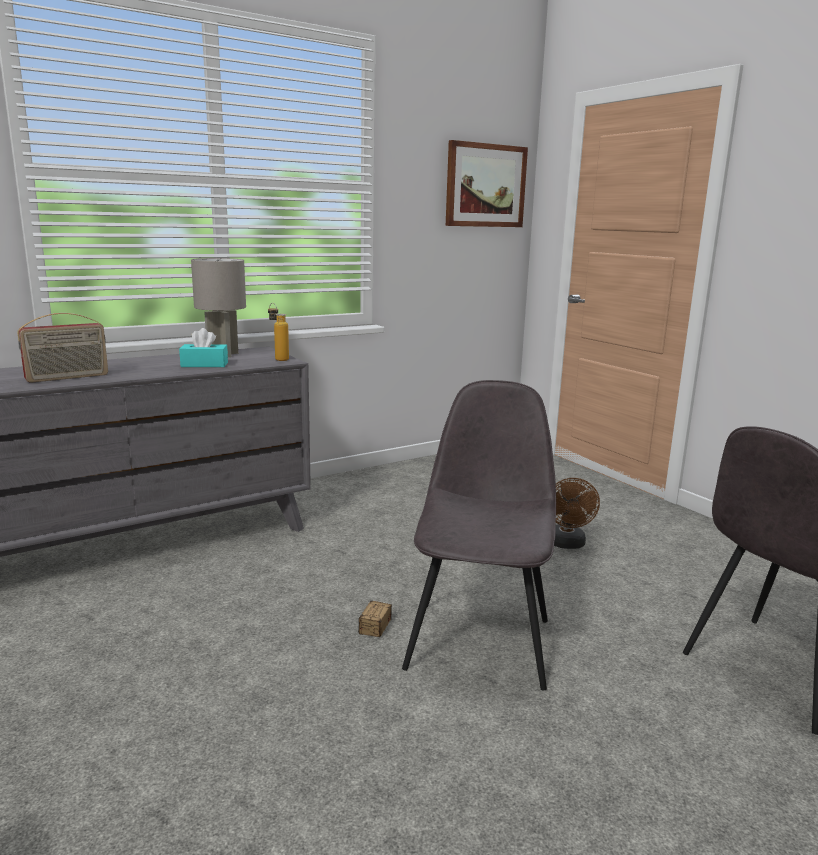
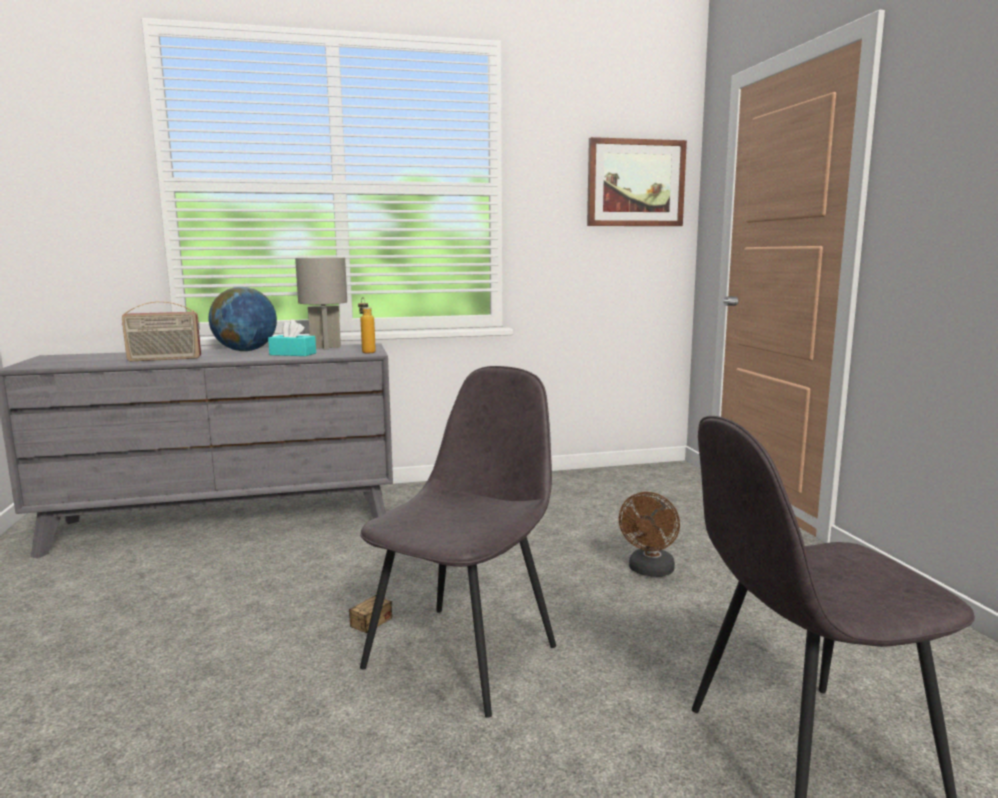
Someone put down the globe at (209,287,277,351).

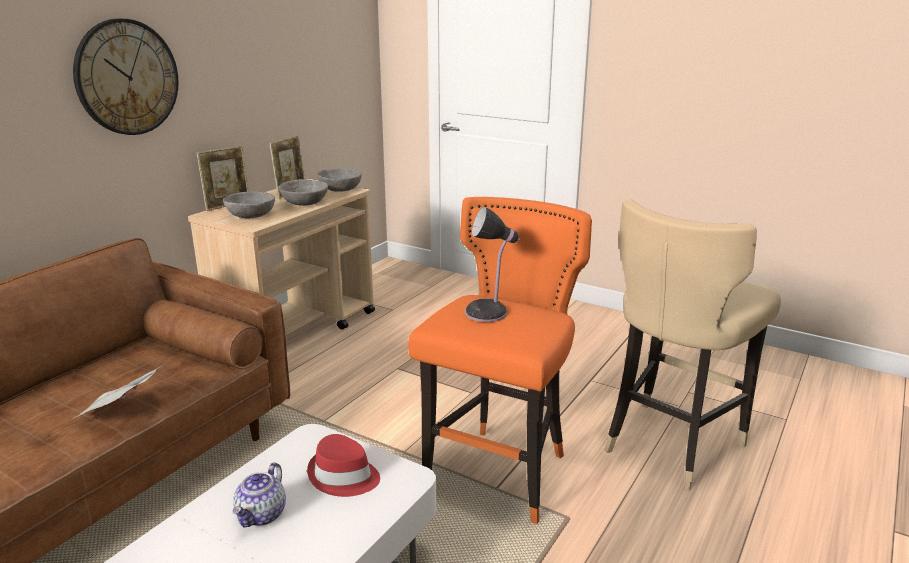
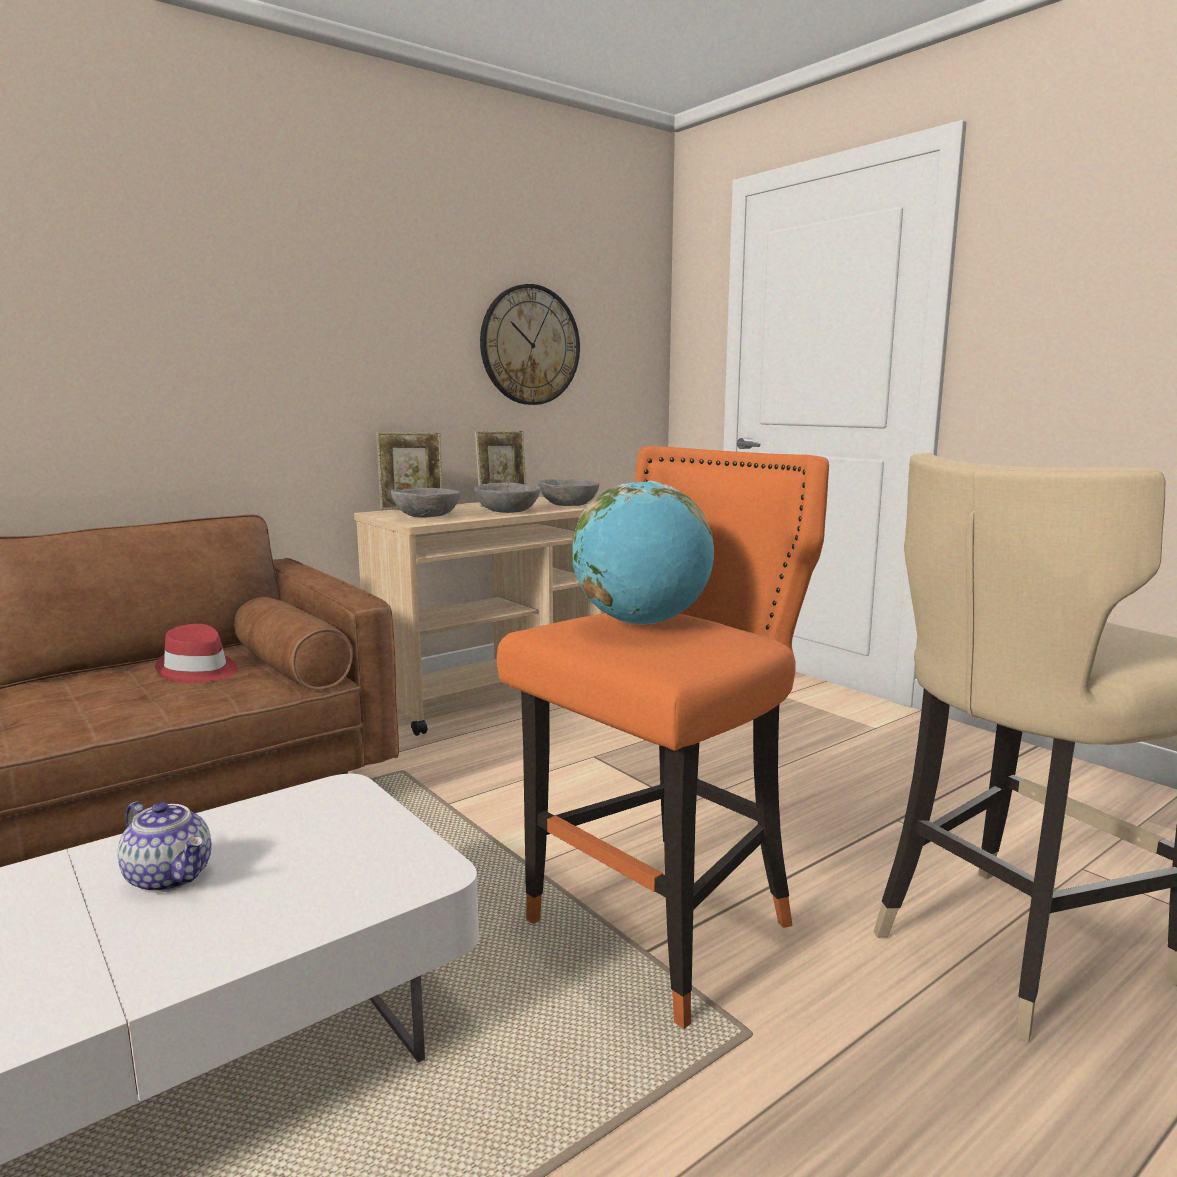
Someone took away the newspaper at (74,366,162,418).
Someone carried the clock on the wall from (73,18,179,135) to (480,284,580,405).
Someone carried the hat (red) from (307,434,380,497) to (155,624,238,683).
Someone swapped the tabletop lamp at (465,207,520,322) for the globe at (571,481,714,625).
Someone rotated the tea pot at (233,462,286,527) by 90 degrees counterclockwise.

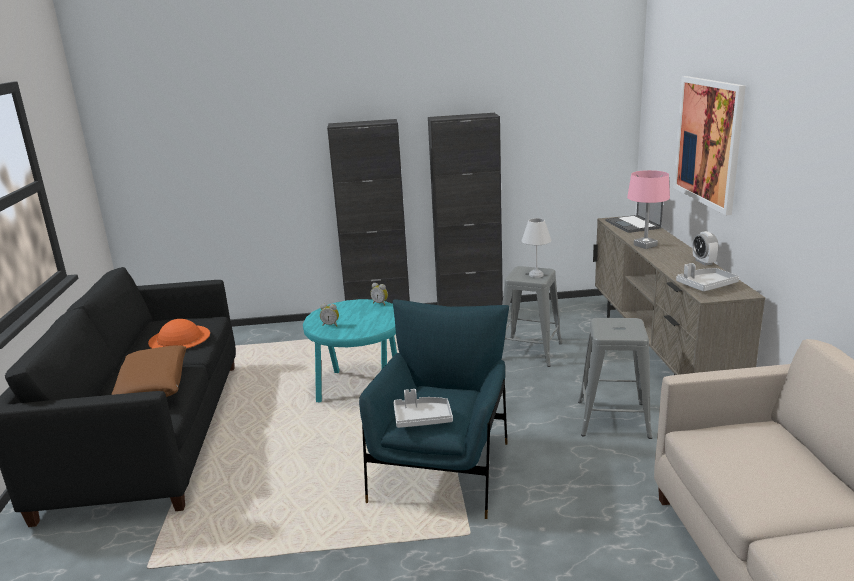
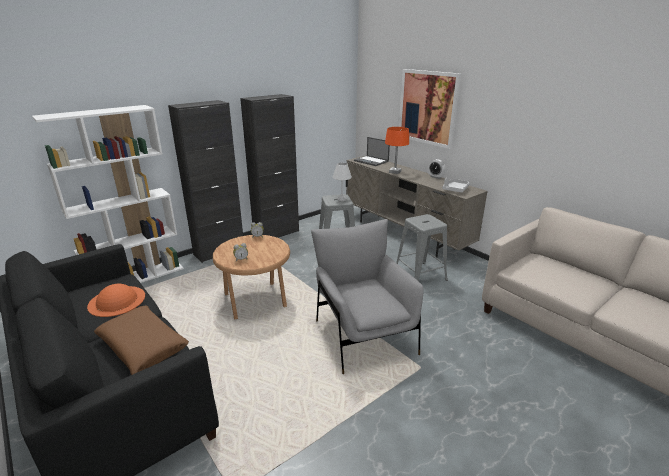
Someone took away the tray (grey) at (393,389,453,428).
Someone put down the bookcase (whitish) at (32,105,184,283).
Someone repainted the side table (turquoise) at (303,299,397,402), which became the side table (brown-coloured) at (213,235,290,319).
Someone repainted the easy chair (blue) at (359,299,509,519), which became the easy chair (grey) at (311,219,423,374).
Someone repainted the tabletop lamp (pinkish) at (627,170,670,249), which became the tabletop lamp (orangey) at (385,127,409,174).

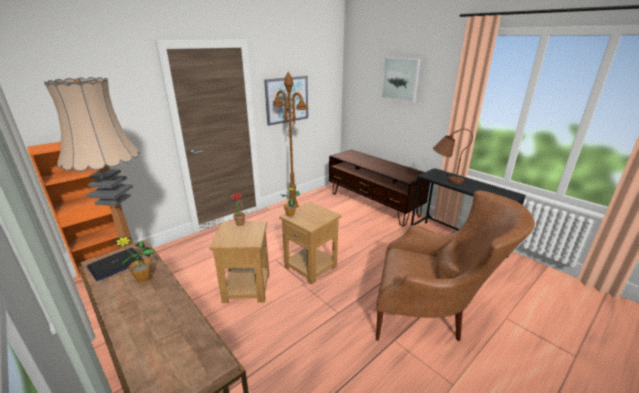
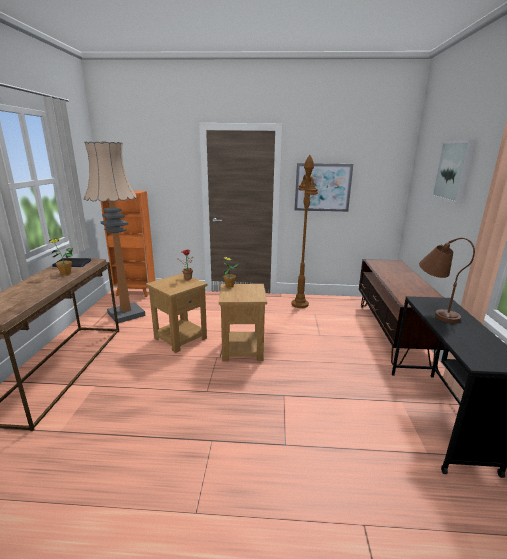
Someone took away the easy chair (brown-coloured) at (376,190,535,341).

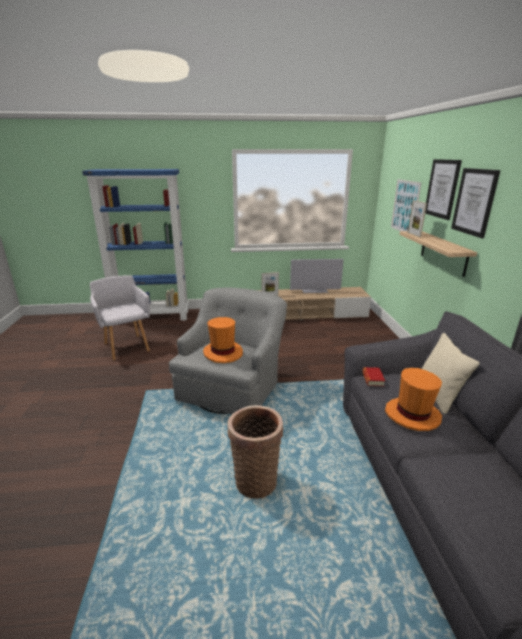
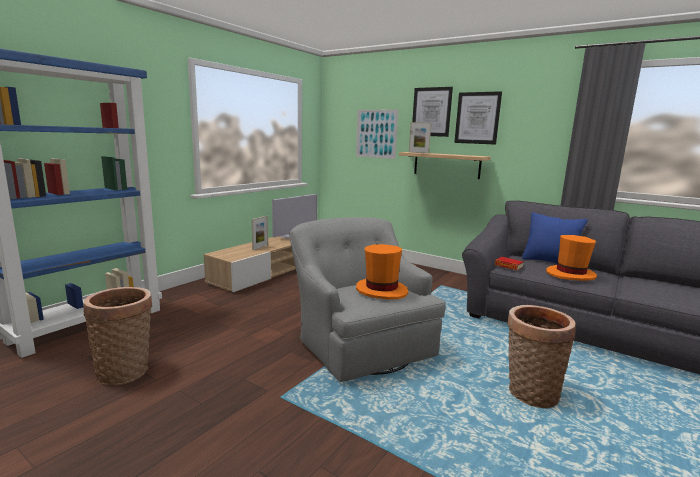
Someone swapped the easy chair (grey) at (90,275,150,361) for the basket at (83,287,152,386).
Someone repainted the pillow (sand-coloured) at (422,333,480,414), which became the pillow (blue) at (522,212,588,263).

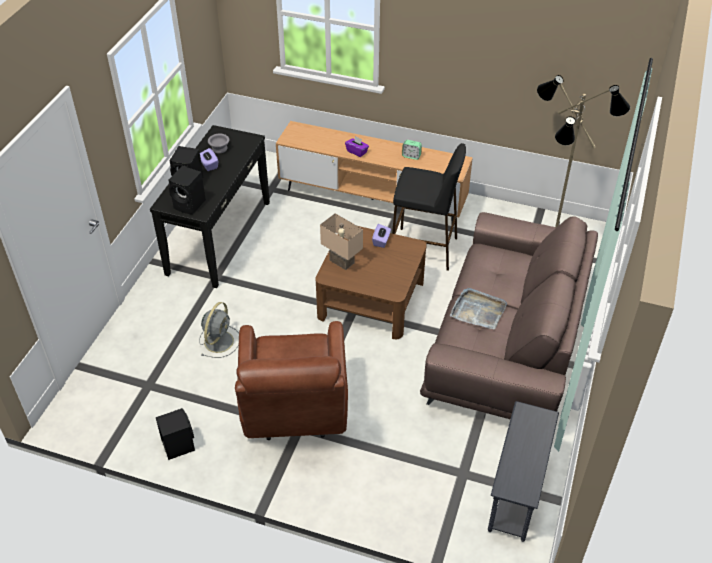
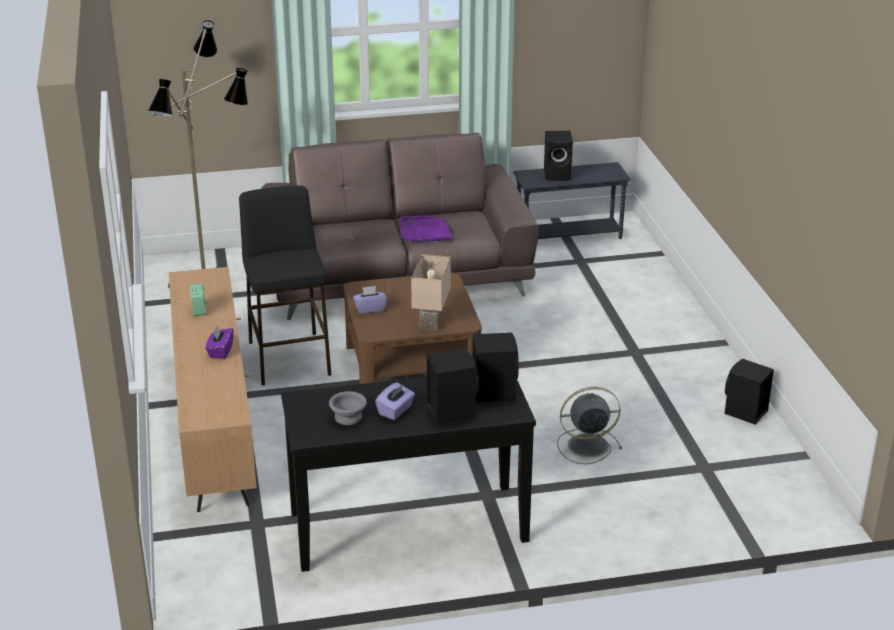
Someone took away the easy chair (brown-coloured) at (235,321,348,440).
Someone put down the speaker (black-coloured) at (544,131,573,181).
Someone repainted the tray (grey) at (450,288,507,329), which became the tray (purple) at (399,215,453,243).

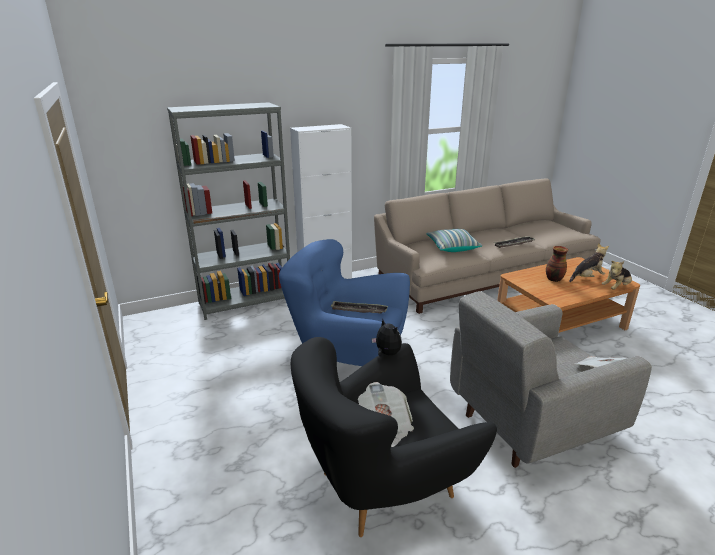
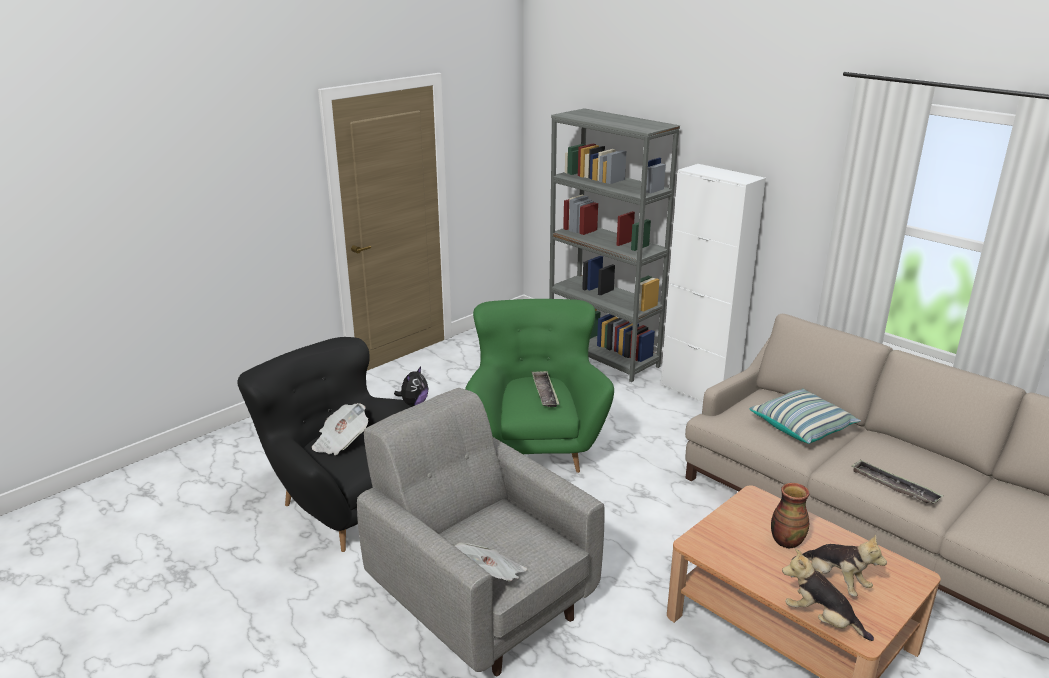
Someone repainted the easy chair (blue) at (279,239,410,366), which became the easy chair (green) at (465,299,614,473).

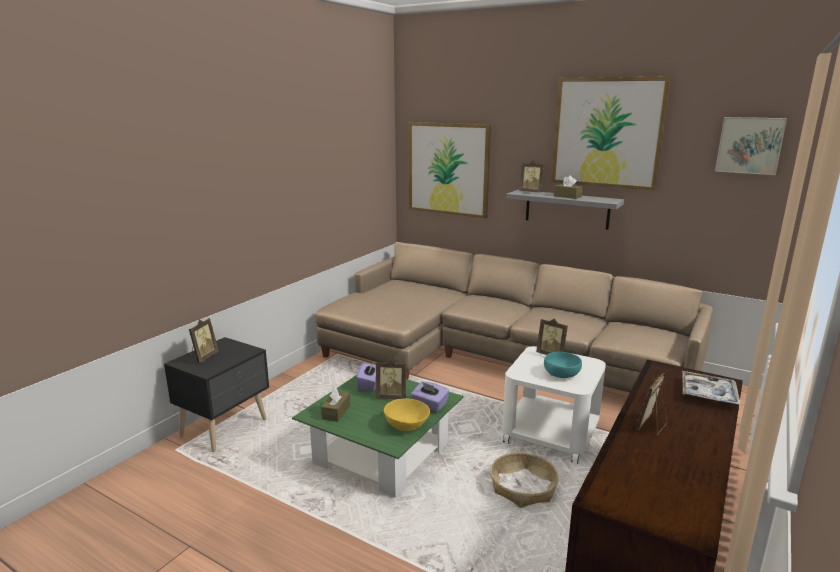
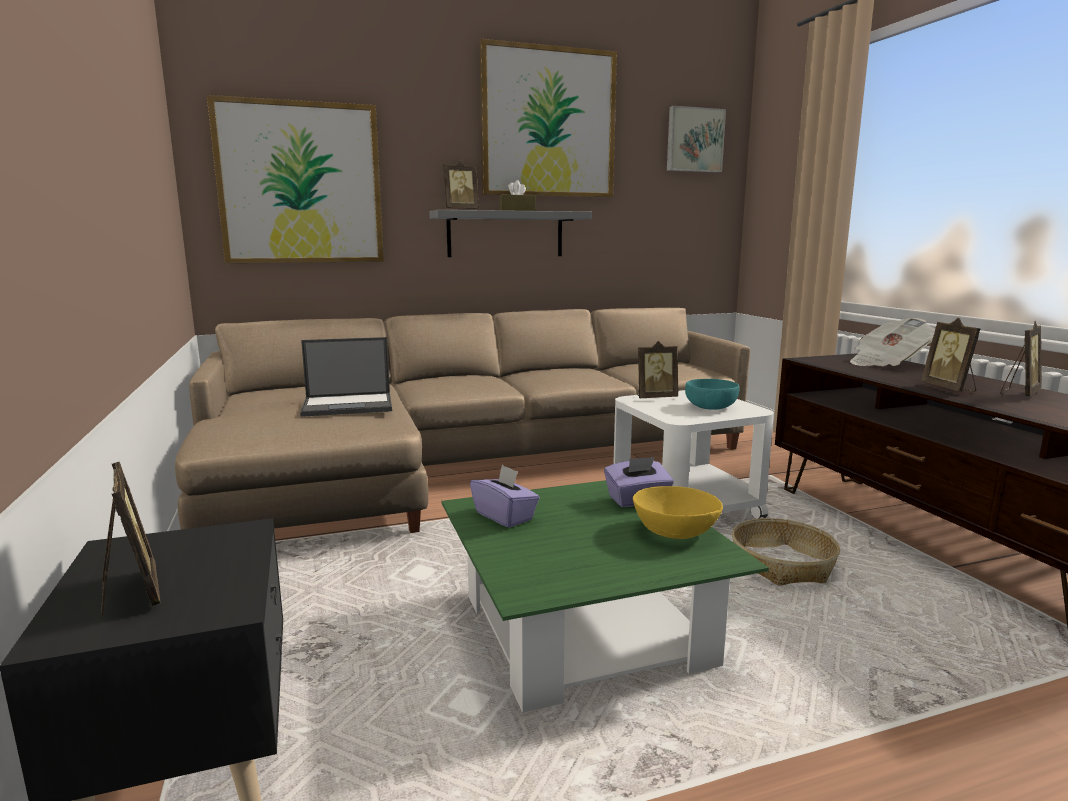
Someone took away the tissue box (brown-coloured) at (321,387,350,422).
Someone put down the portable computer at (300,337,392,417).
Someone carried the photo frame from (376,359,406,399) to (1000,321,1042,396).
Someone swapped the tray at (682,371,741,405) for the newspaper at (850,318,935,366).

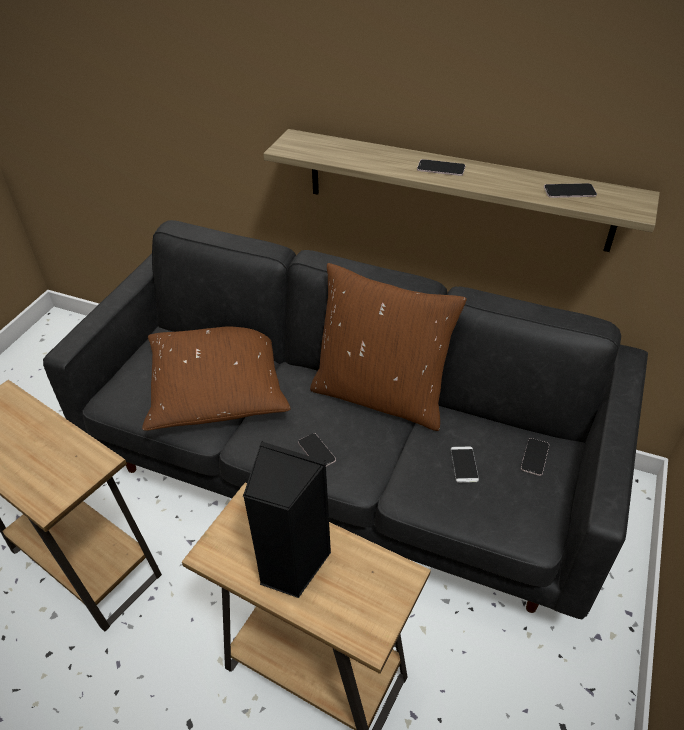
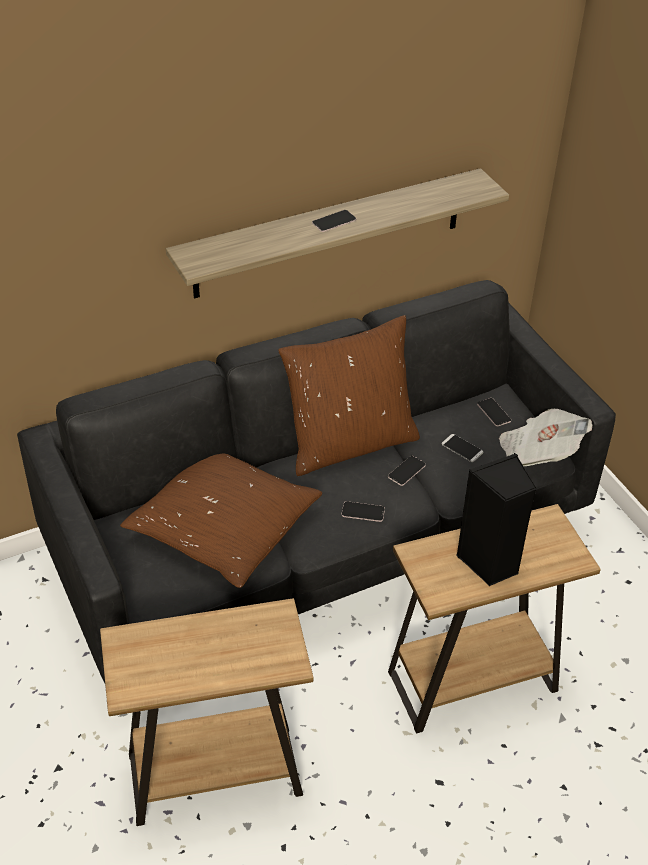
Someone put down the newspaper at (499,409,592,466).
Someone carried the handset from (544,183,597,198) to (388,456,426,486).

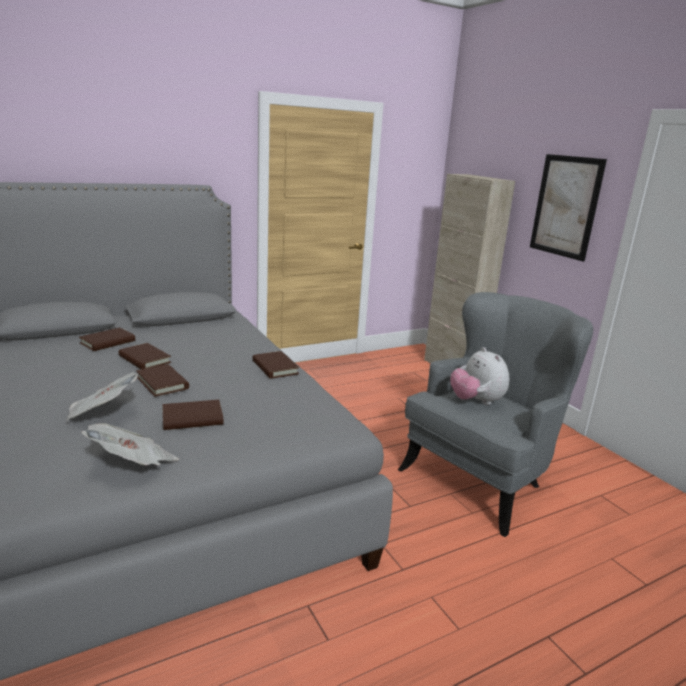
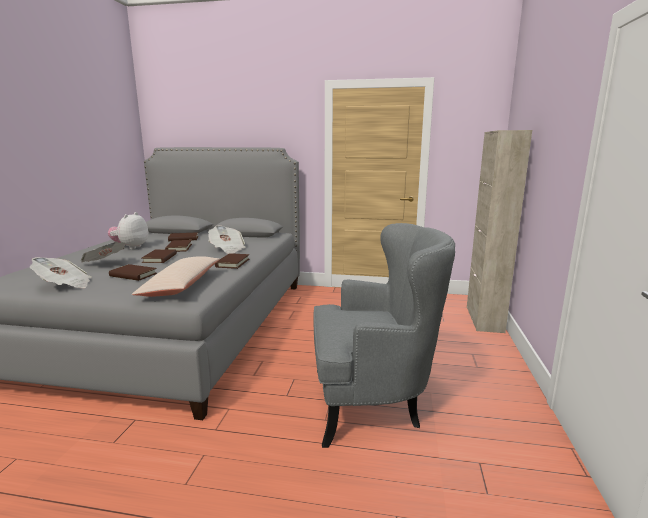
Someone took away the wall art at (530,154,607,262).
Someone put down the pillow (sand-coloured) at (131,256,220,297).
Someone put down the newspaper at (208,225,246,254).
Someone carried the soft toy from (450,347,509,405) to (108,212,149,249).

